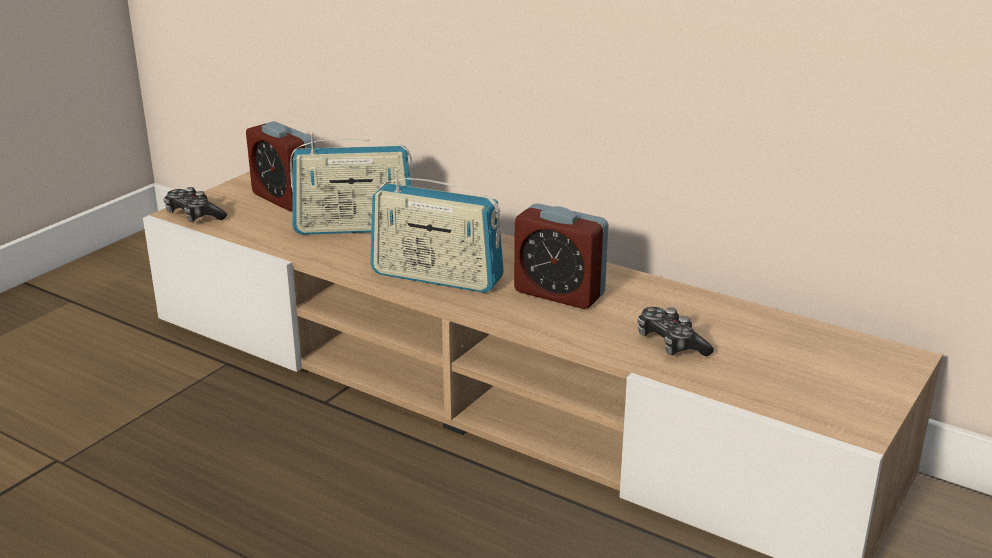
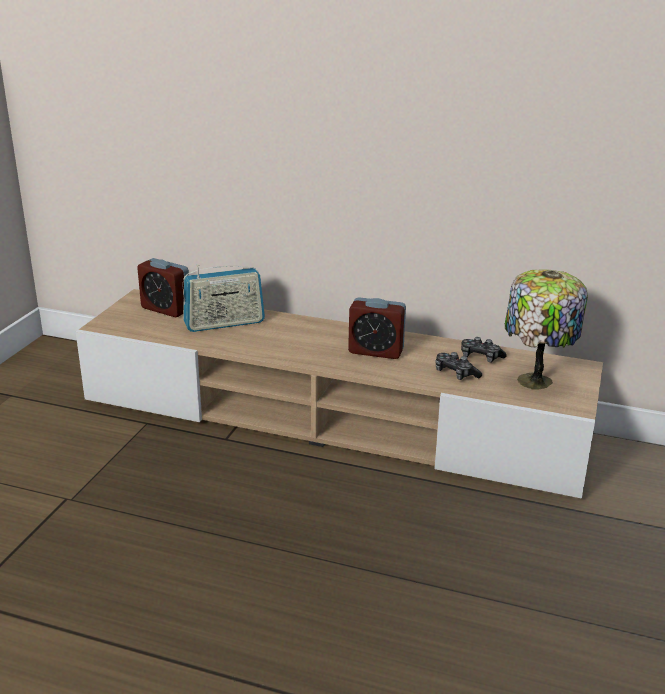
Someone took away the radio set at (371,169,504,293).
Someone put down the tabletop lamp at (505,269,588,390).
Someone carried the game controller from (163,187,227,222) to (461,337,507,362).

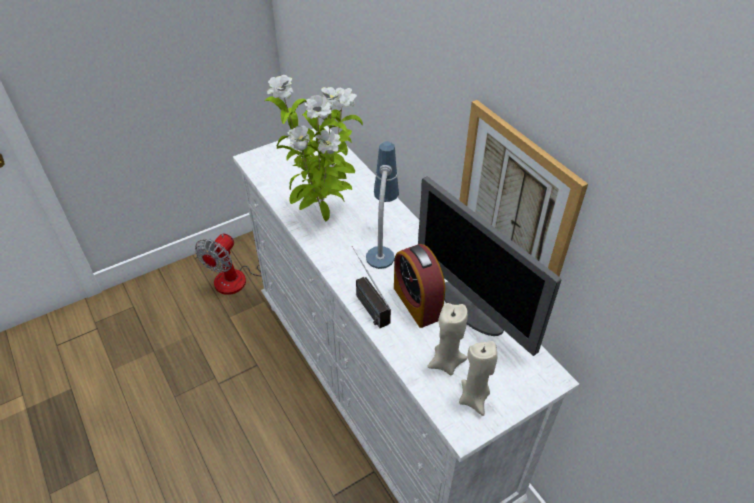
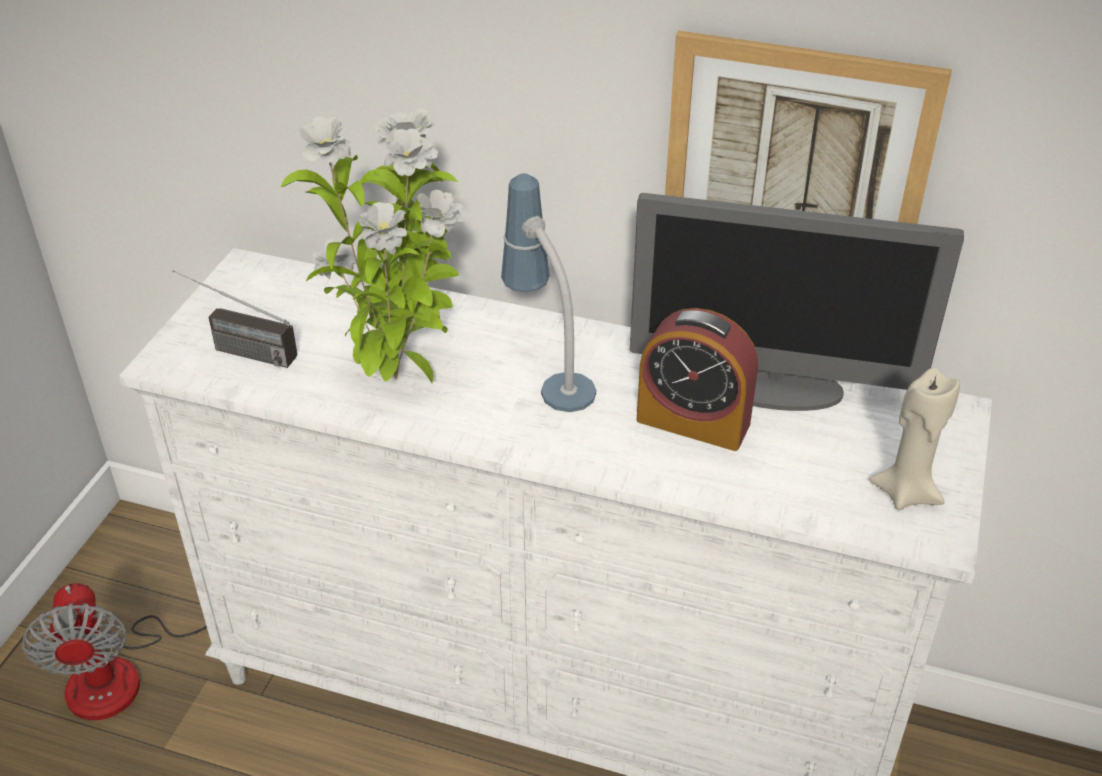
Someone took away the wax light (sand-coloured) at (427,303,468,375).
Someone carried the radio set from (352,246,391,328) to (172,270,298,368).

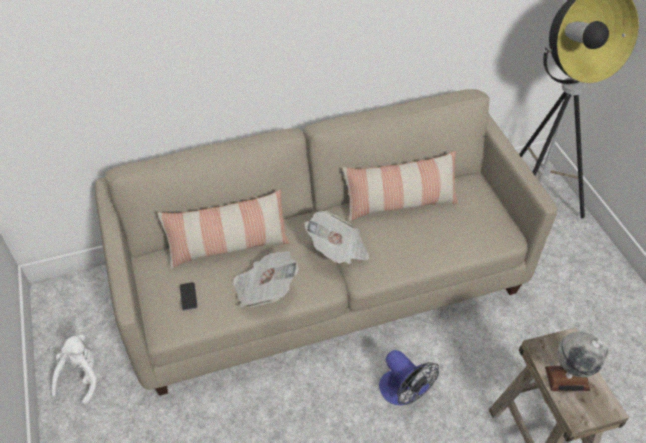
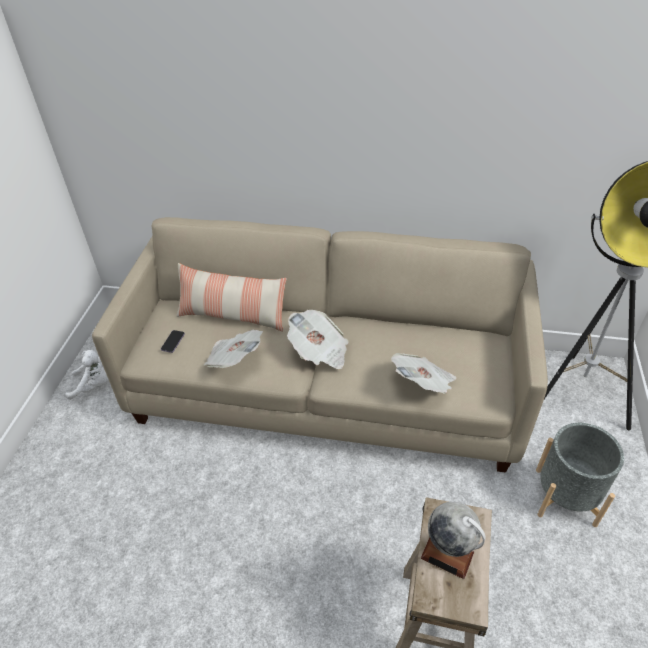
Someone took away the pillow at (342,151,458,222).
Someone took away the electric fan at (379,350,439,406).
Someone put down the newspaper at (391,353,457,394).
Someone put down the flower pot (grey) at (536,423,624,527).
Someone rotated the soft toy (whitish) at (51,335,97,406) by 45 degrees clockwise.

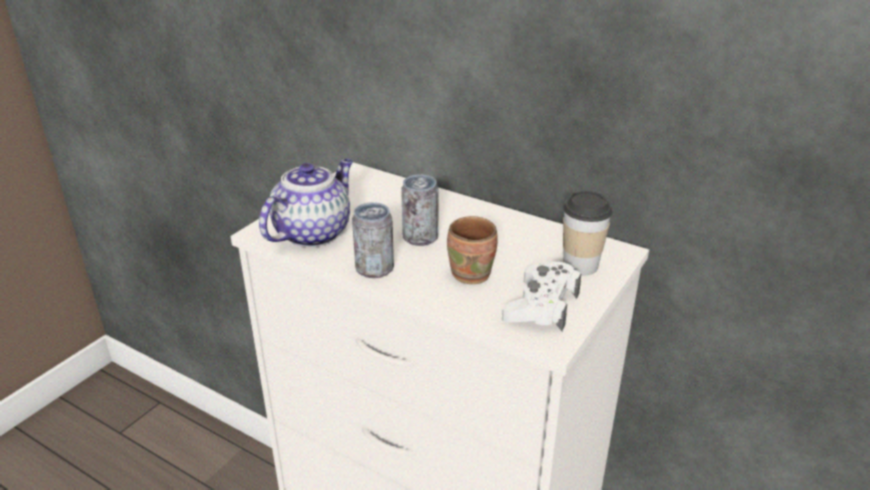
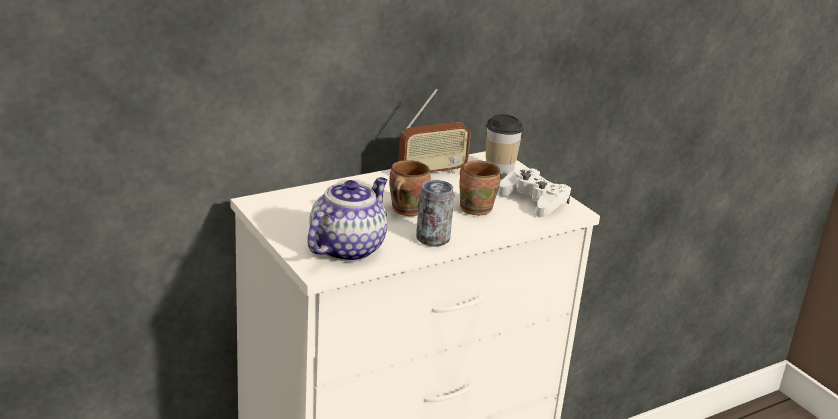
Someone put down the radio set at (398,89,471,174).
Someone swapped the can at (401,175,438,246) for the mug (brown-coloured) at (389,160,431,216).
Someone rotated the tea pot at (259,159,353,247) by 60 degrees clockwise.

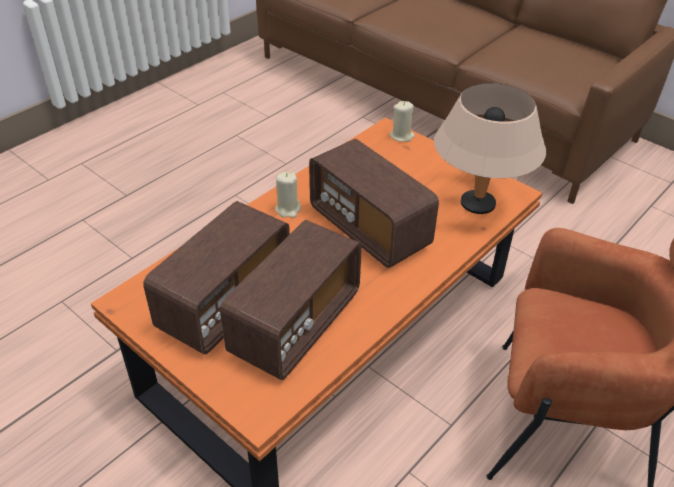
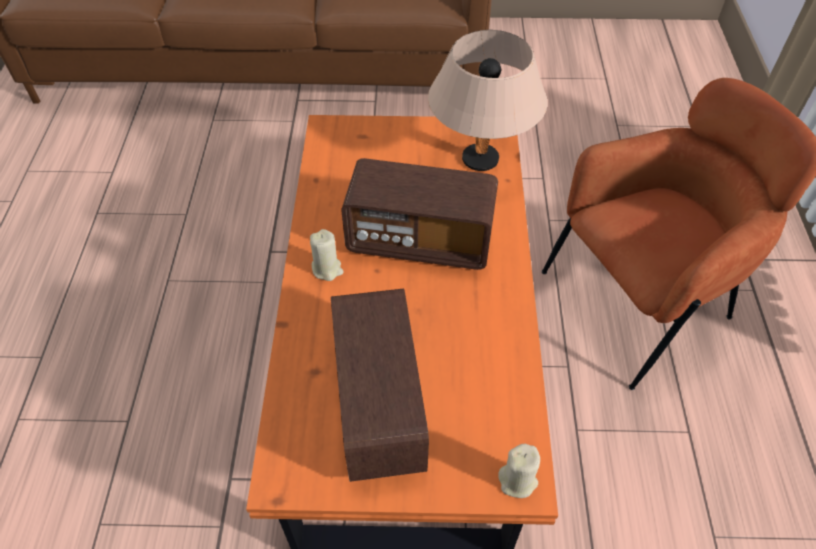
Someone took away the radio set at (220,220,362,380).
Someone carried the wax light (sand-coloured) from (389,101,415,142) to (498,444,540,498).

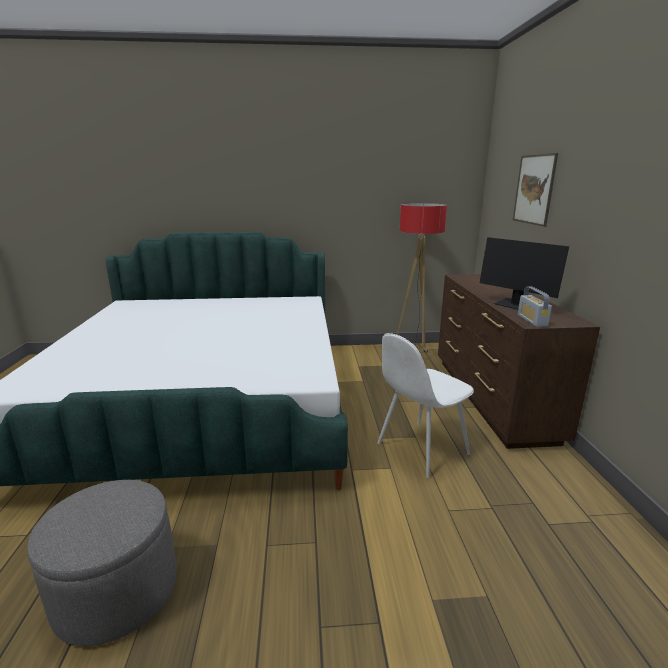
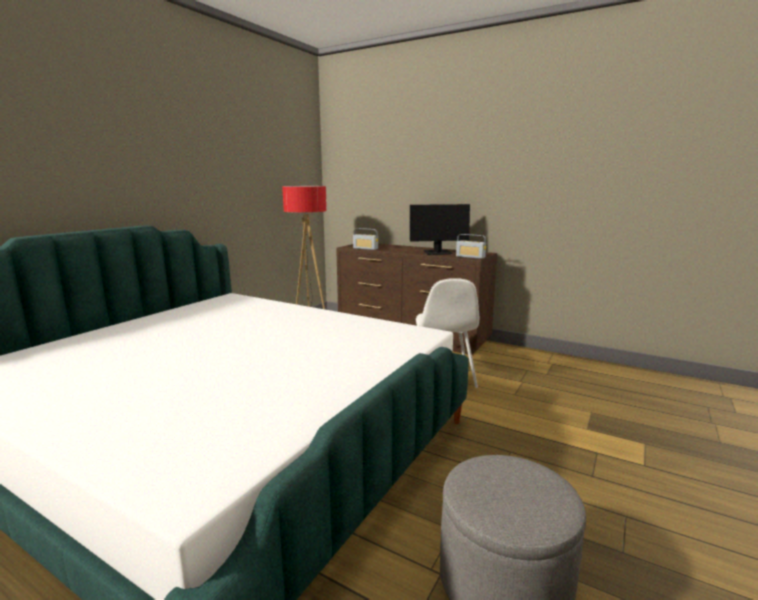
Someone took away the wall art at (513,153,558,227).
Someone put down the radio set at (353,228,378,250).

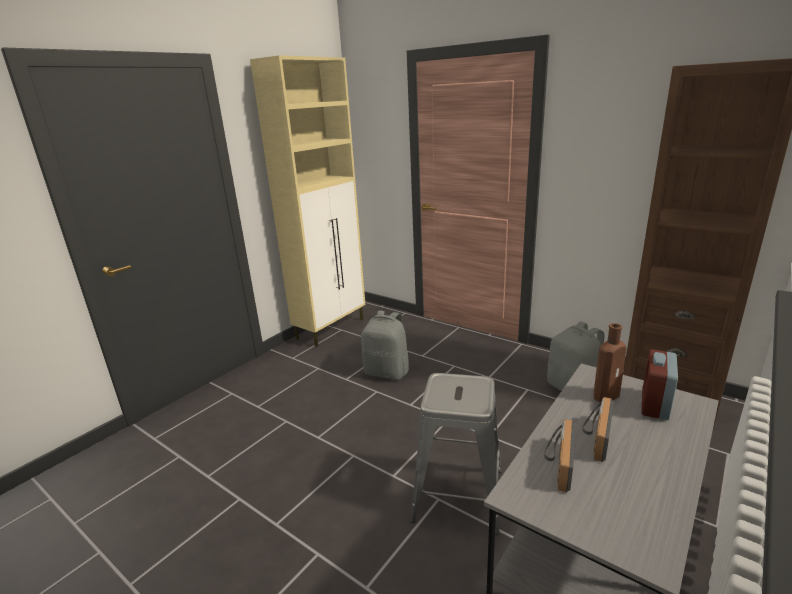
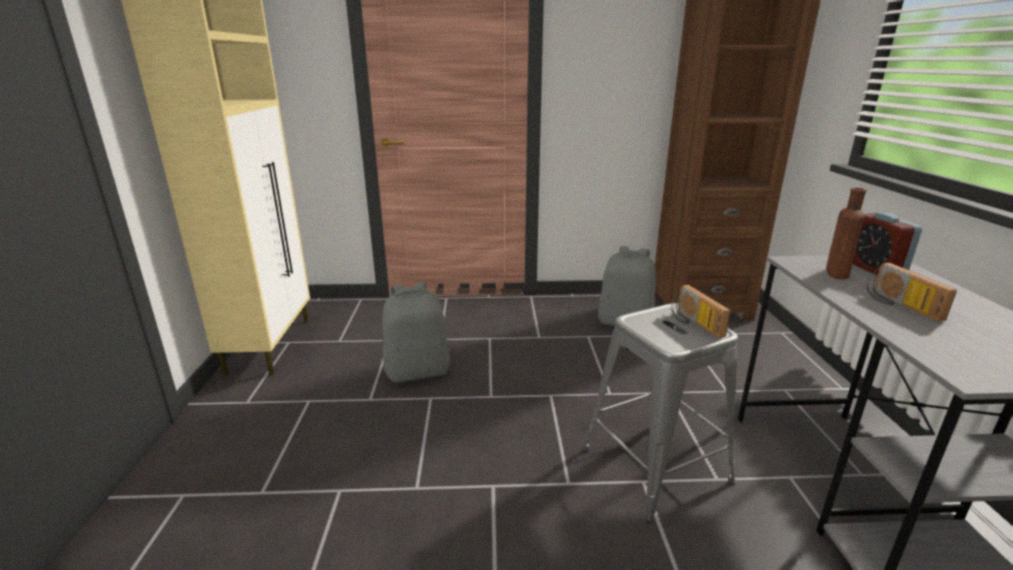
Someone carried the radio set from (544,419,575,493) to (672,285,731,338).

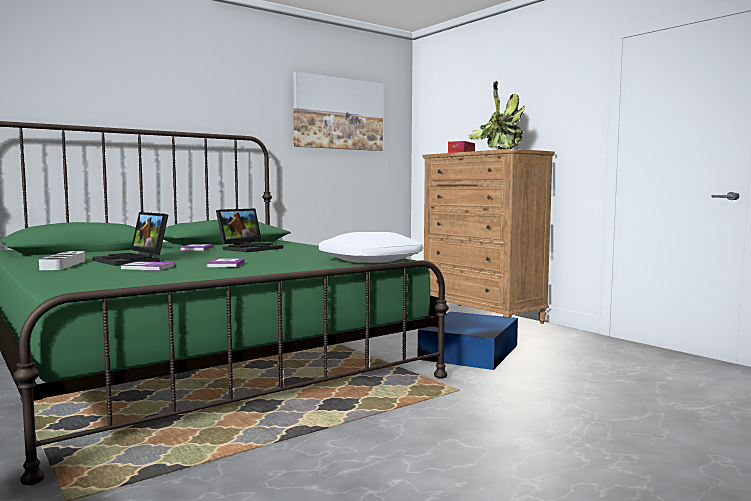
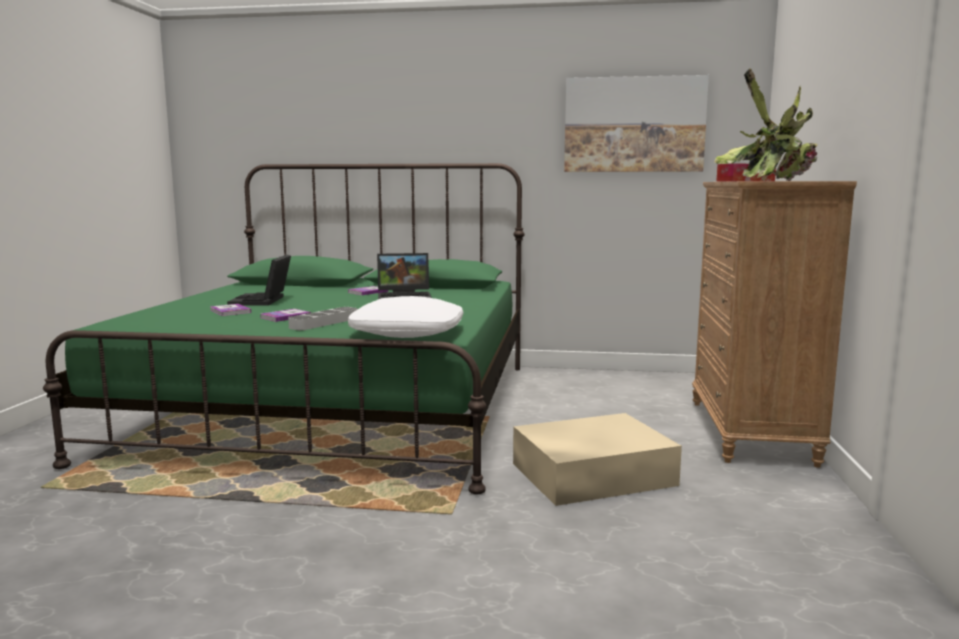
Someone carried the tray (grey) from (39,251,85,270) to (288,307,358,330).
Someone repainted the storage bin (blue) at (418,312,518,370), which became the storage bin (sand-coloured) at (513,413,682,506).

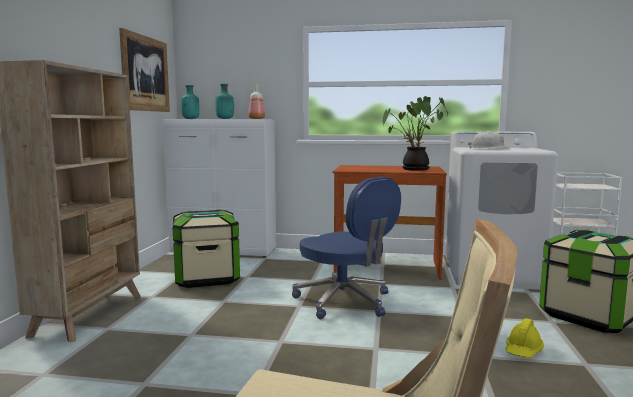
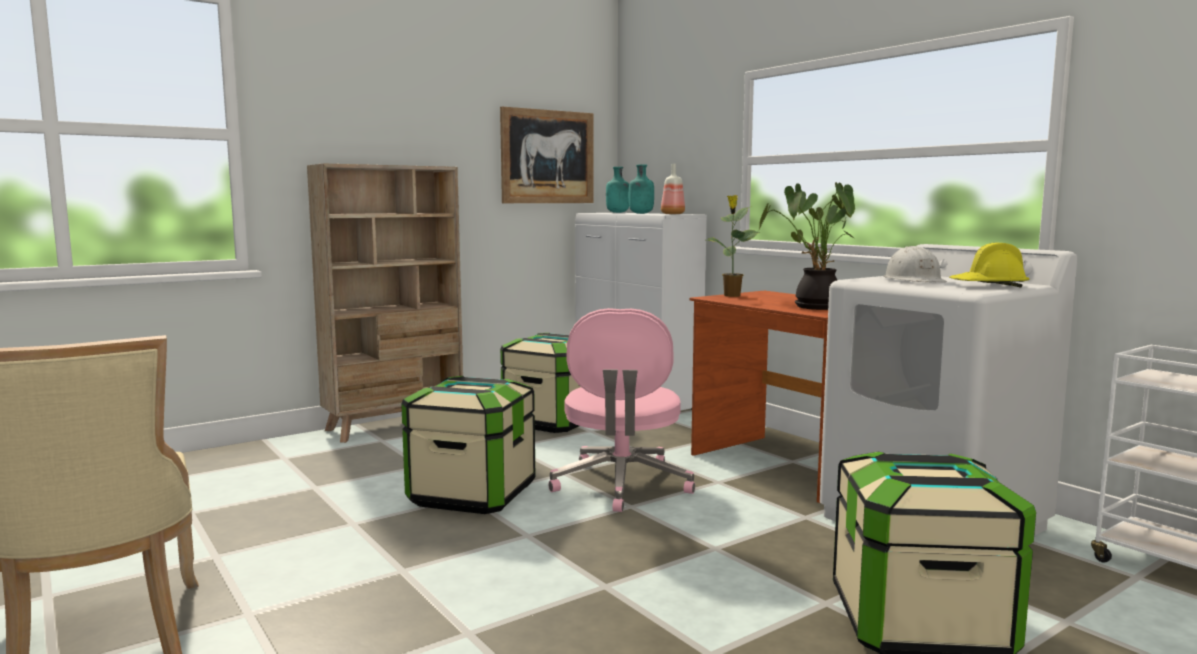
Someone put down the storage bin at (401,376,535,514).
Someone put down the plant in a pot at (707,195,760,297).
Someone carried the work helmet (yellow-coloured) from (505,318,544,358) to (949,243,1029,288).
Someone repainted the office chair (blue) at (292,177,401,319), which became the office chair (pinkish) at (549,308,695,512).

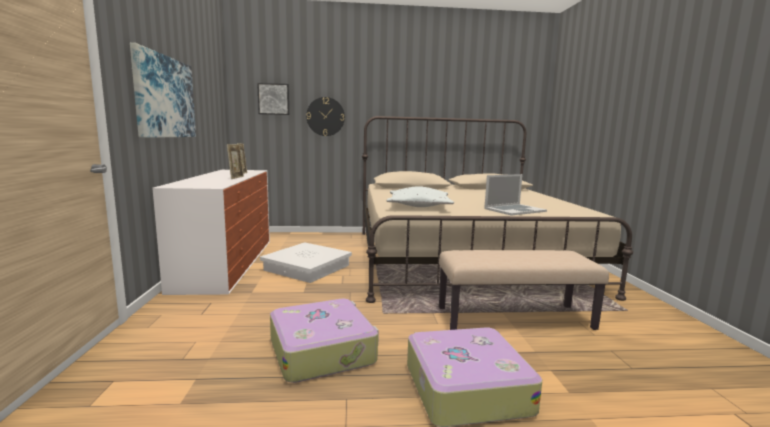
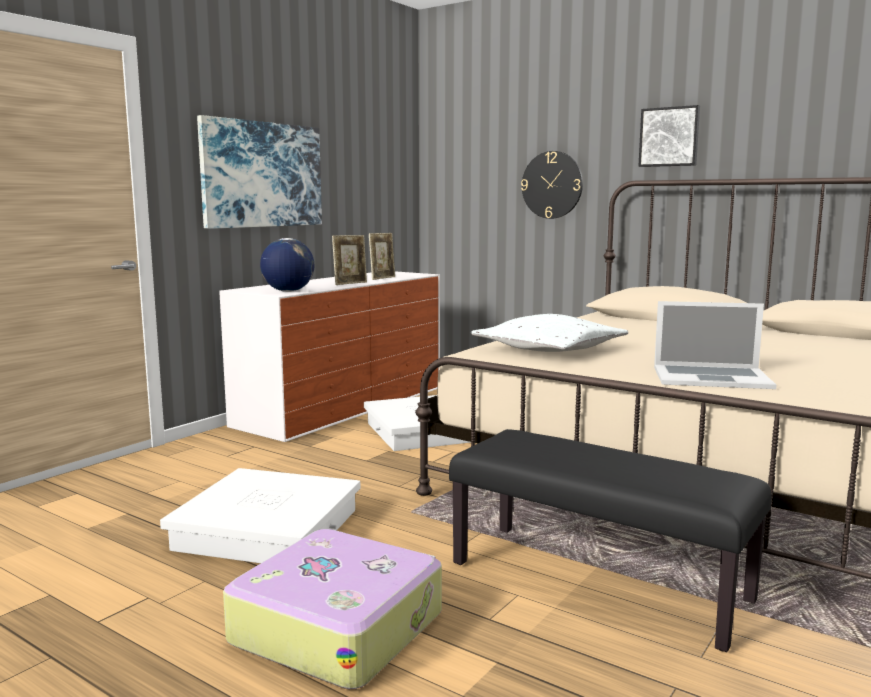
Someone put down the globe at (260,238,314,292).
Someone carried the wall art from (257,83,289,115) to (638,105,700,167).
Someone swapped the suitcase at (270,298,379,383) for the storage bin (whitish) at (160,468,360,563).
Someone repainted the long seat (sand-coloured) at (439,250,609,330), which became the long seat (black-coloured) at (449,429,772,652).

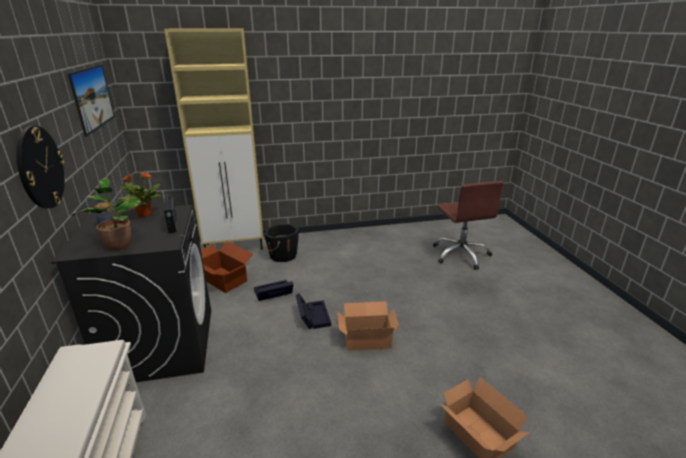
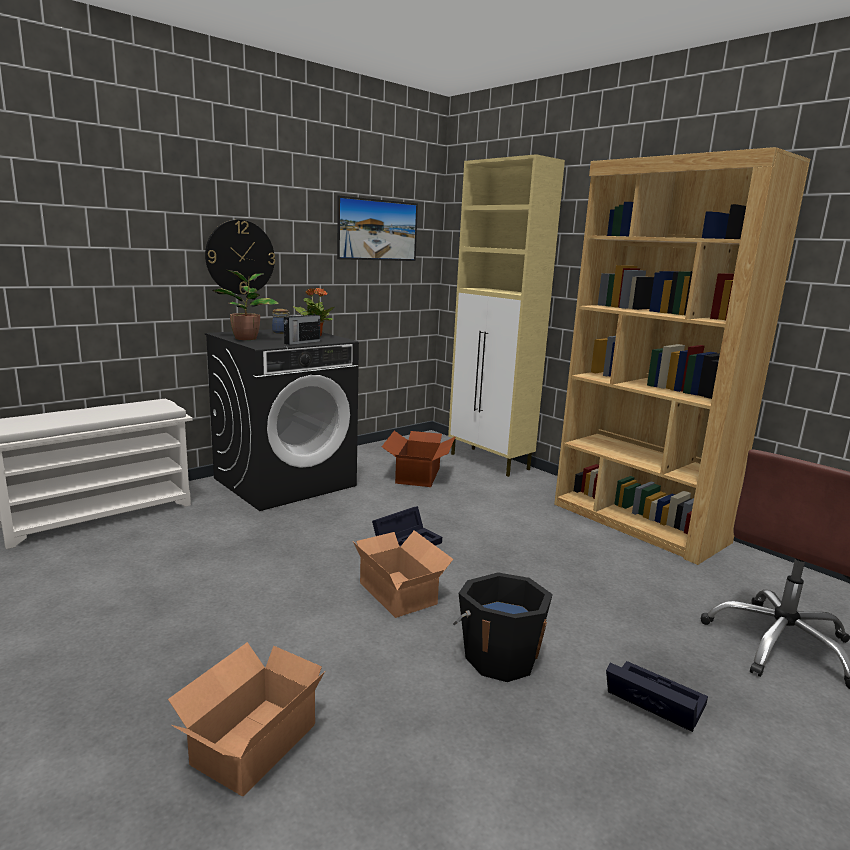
Someone put down the bookcase (brown-coloured) at (554,147,810,565).
Someone carried the storage bin (black-coloured) from (254,280,293,301) to (606,661,708,732).
Someone carried the water bucket (black-coloured) from (264,224,299,262) to (453,572,553,682).

